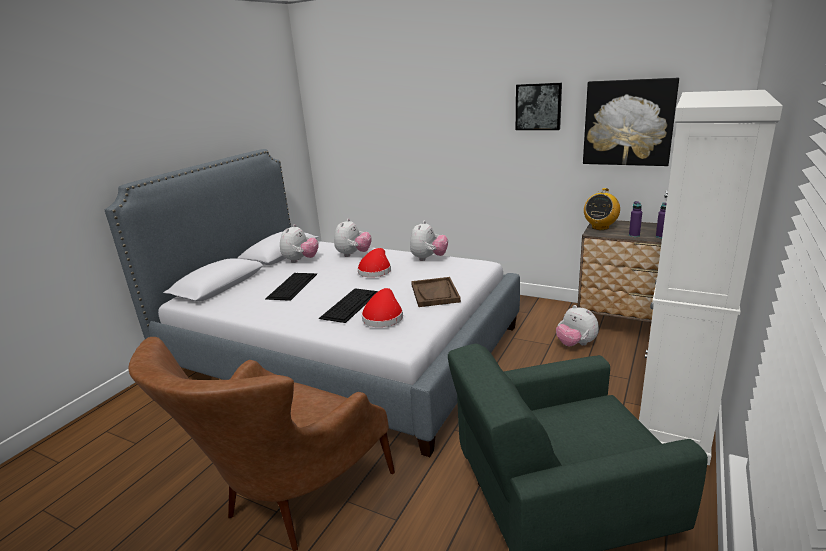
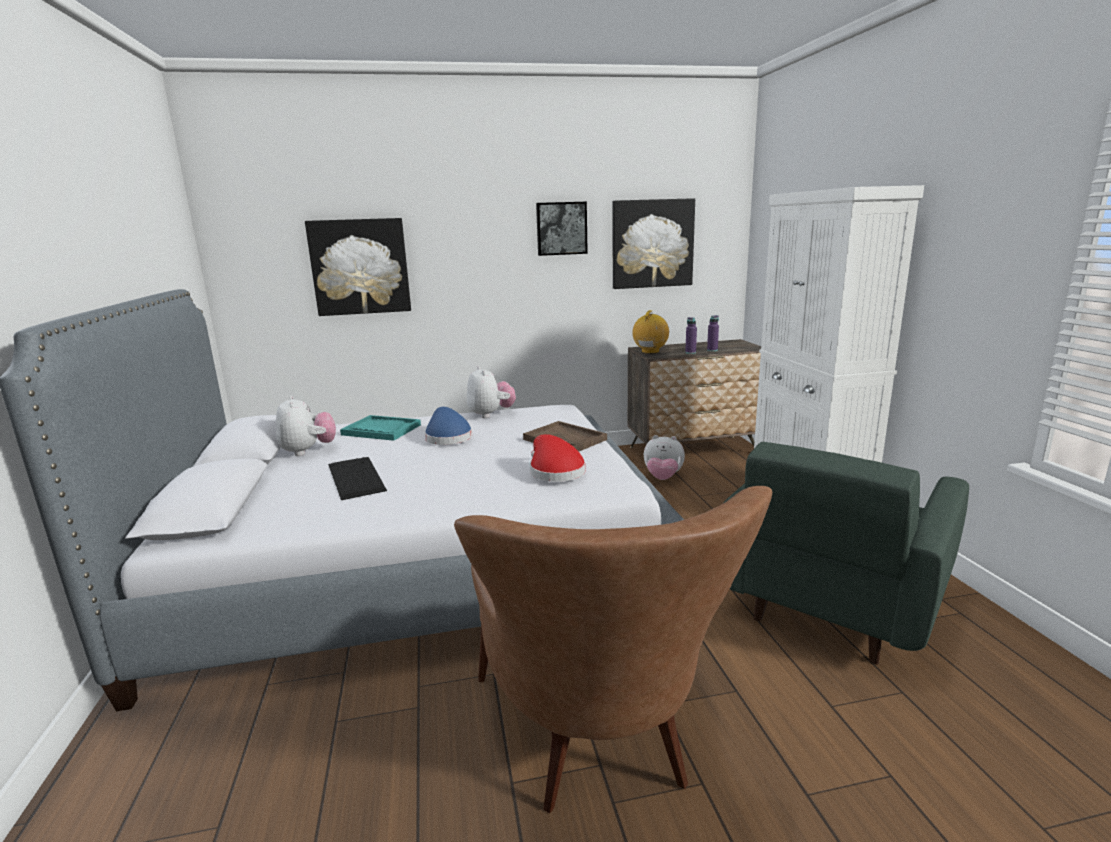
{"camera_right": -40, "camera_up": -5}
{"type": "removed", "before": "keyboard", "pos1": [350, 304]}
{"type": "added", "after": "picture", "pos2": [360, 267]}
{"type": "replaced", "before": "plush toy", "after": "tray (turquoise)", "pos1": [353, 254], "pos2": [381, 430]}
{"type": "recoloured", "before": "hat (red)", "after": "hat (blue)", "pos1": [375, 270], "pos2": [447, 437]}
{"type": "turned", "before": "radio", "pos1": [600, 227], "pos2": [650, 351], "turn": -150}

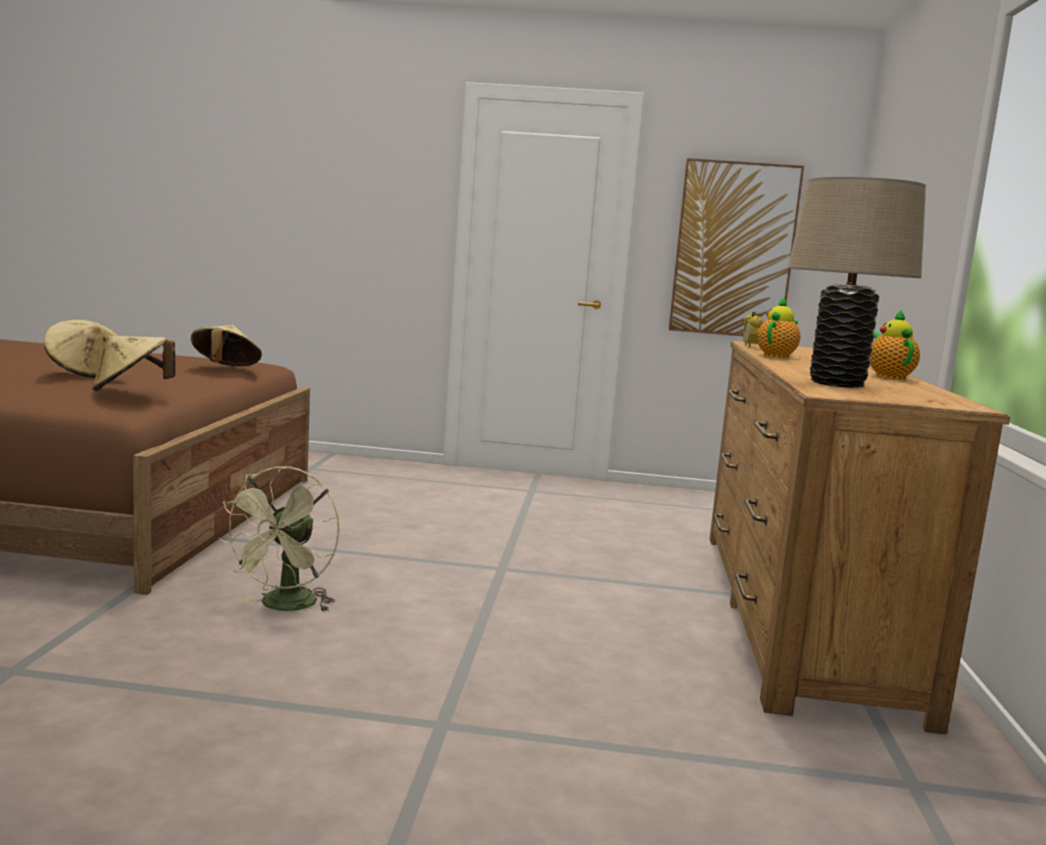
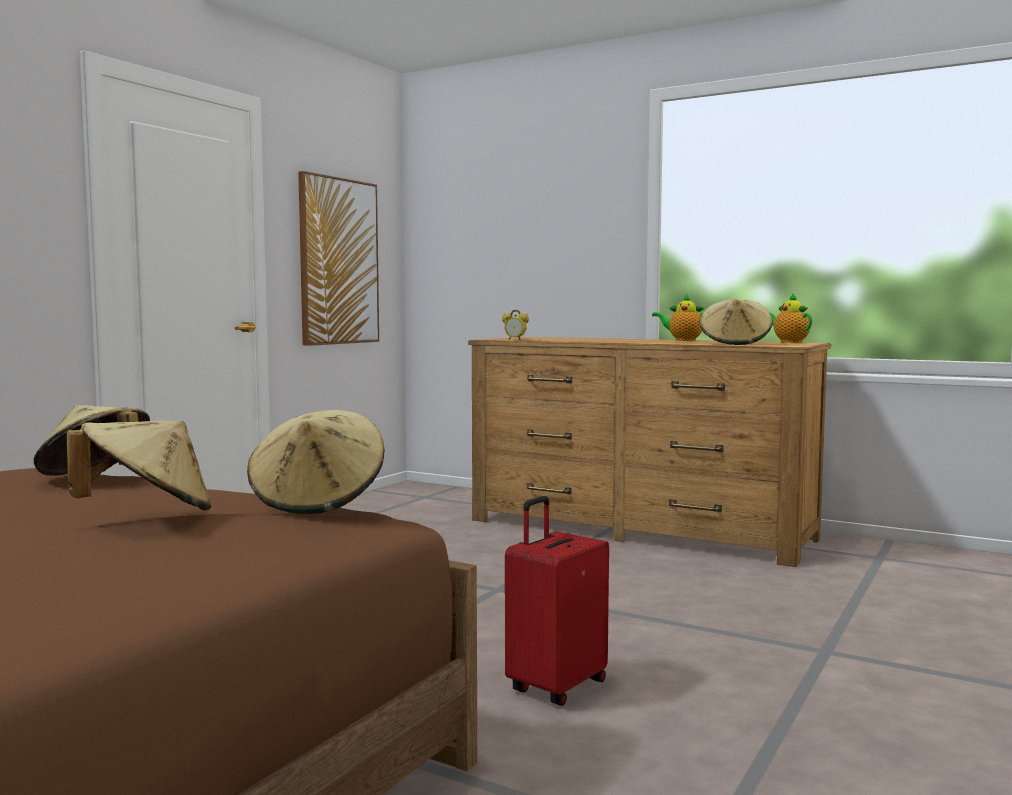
{"camera_right": -65, "camera_up": -5}
{"type": "moved", "before": "teapot", "pos1": [777, 356], "pos2": [789, 342]}
{"type": "replaced", "before": "fan (green)", "after": "suitcase (red)", "pos1": [285, 607], "pos2": [555, 686]}
{"type": "replaced", "before": "table lamp (beige)", "after": "hat (beige)", "pos1": [836, 383], "pos2": [735, 343]}

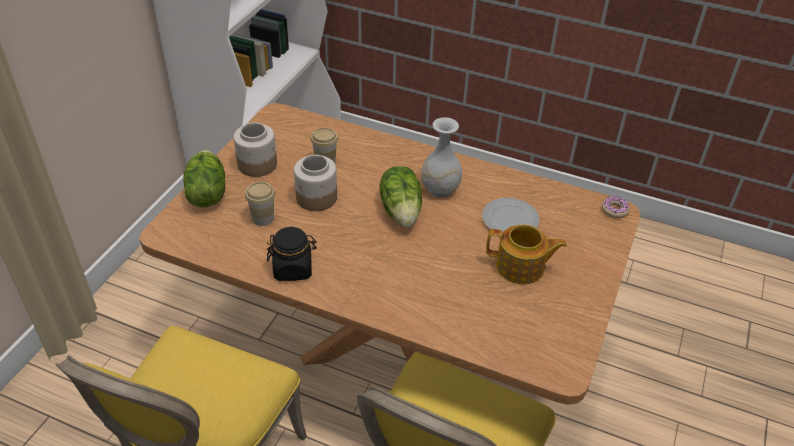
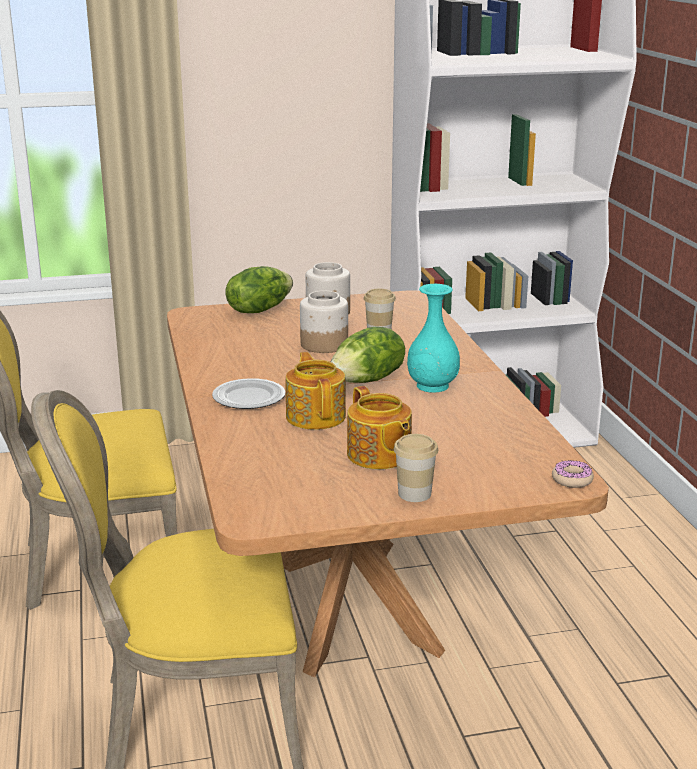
{"camera_right": 55, "camera_up": -20}
{"type": "removed", "before": "jar (black)", "pos1": [293, 268]}
{"type": "added", "after": "teapot", "pos2": [316, 416]}
{"type": "moved", "before": "cup", "pos1": [263, 218], "pos2": [414, 494]}
{"type": "moved", "before": "plate", "pos1": [510, 219], "pos2": [249, 398]}
{"type": "recoloured", "before": "vase (white)", "after": "vase (turquoise)", "pos1": [439, 189], "pos2": [432, 386]}

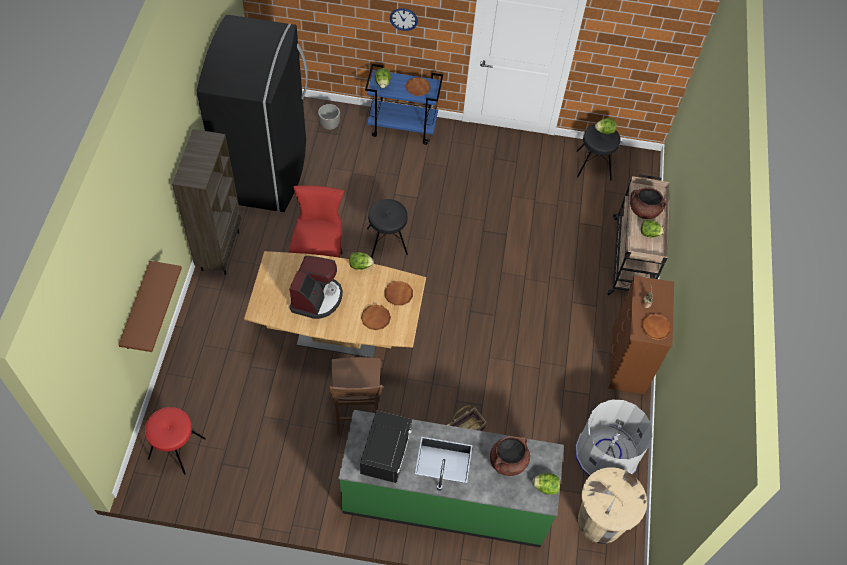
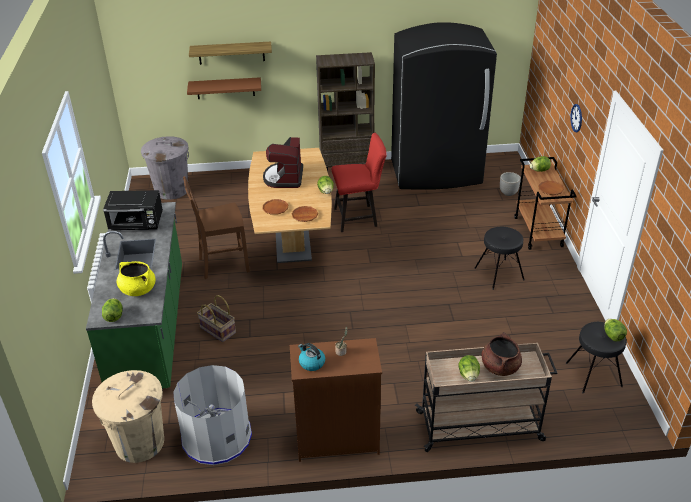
{"camera_right": 80, "camera_up": -20}
{"type": "added", "after": "shelf", "pos2": [231, 53]}
{"type": "moved", "before": "stool (black)", "pos1": [387, 241], "pos2": [499, 274]}
{"type": "replaced", "before": "stool (red)", "after": "trash can (grey)", "pos1": [176, 449], "pos2": [171, 190]}
{"type": "replaced", "before": "plate (brown)", "after": "kettle", "pos1": [655, 328], "pos2": [311, 363]}
{"type": "recoloured", "before": "cart (blue)", "after": "cart (brown)", "pos1": [403, 127], "pos2": [538, 232]}
{"type": "recoloured", "before": "cooking pot (brown)", "after": "cooking pot (yellow)", "pos1": [508, 461], "pos2": [138, 290]}
{"type": "turned", "before": "coffee machine", "pos1": [317, 298], "pos2": [284, 178], "turn": 90}

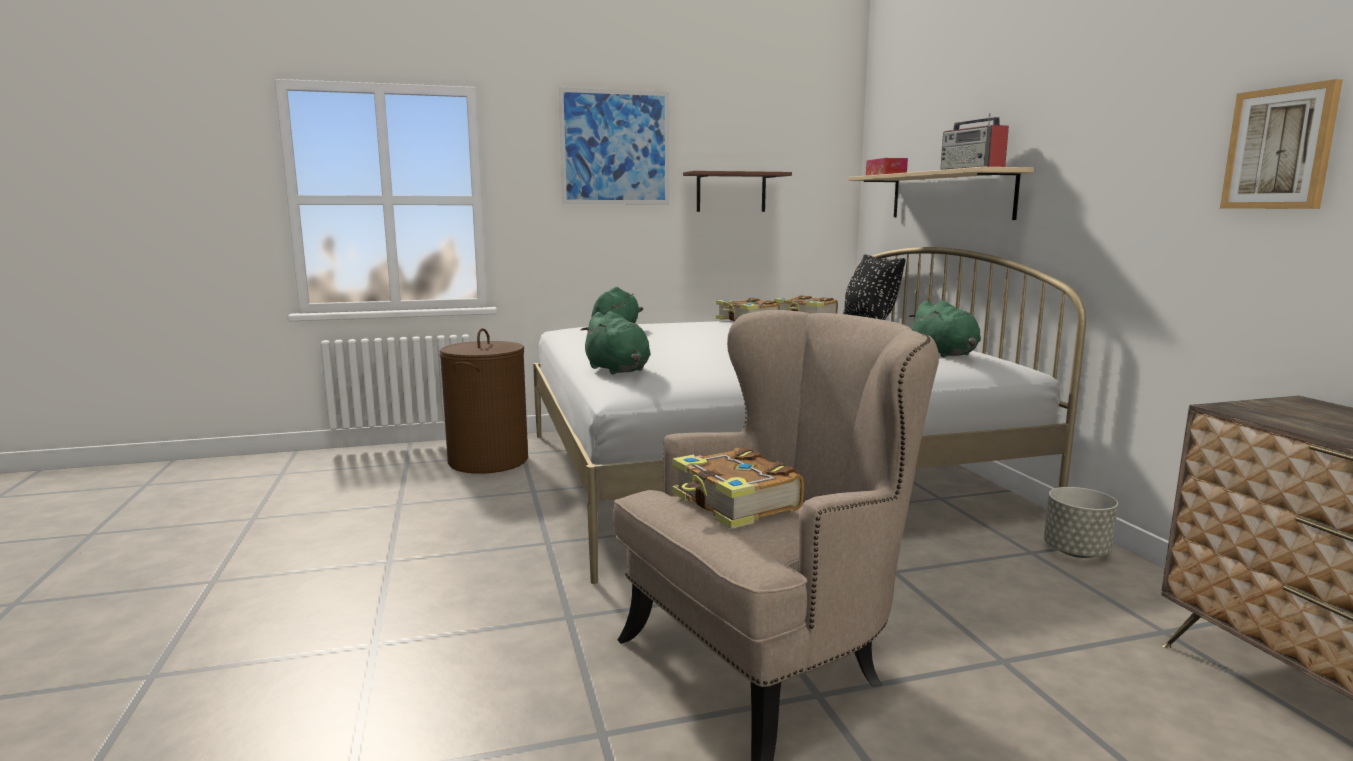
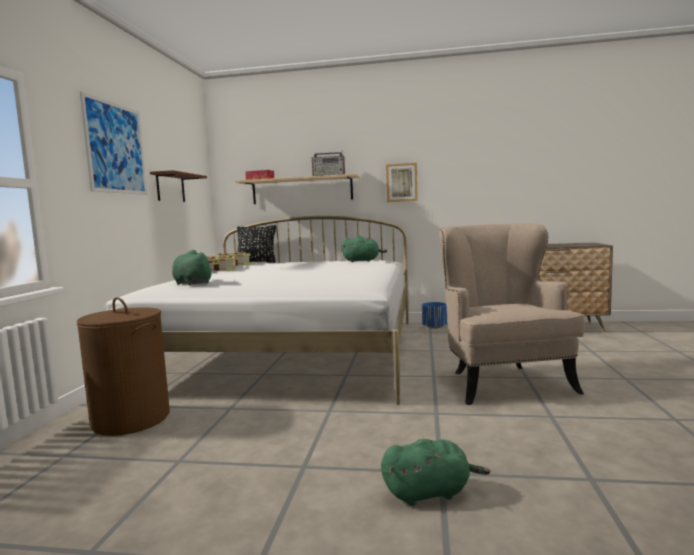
{"camera_right": -65, "camera_up": -5}
{"type": "removed", "before": "book", "pos1": [735, 504]}
{"type": "moved", "before": "plush toy (green)", "pos1": [618, 370], "pos2": [430, 492]}
{"type": "moved", "before": "picture", "pos1": [1280, 148], "pos2": [401, 182]}
{"type": "recoloured", "before": "planter (grey)", "after": "planter (blue)", "pos1": [1076, 552], "pos2": [434, 327]}

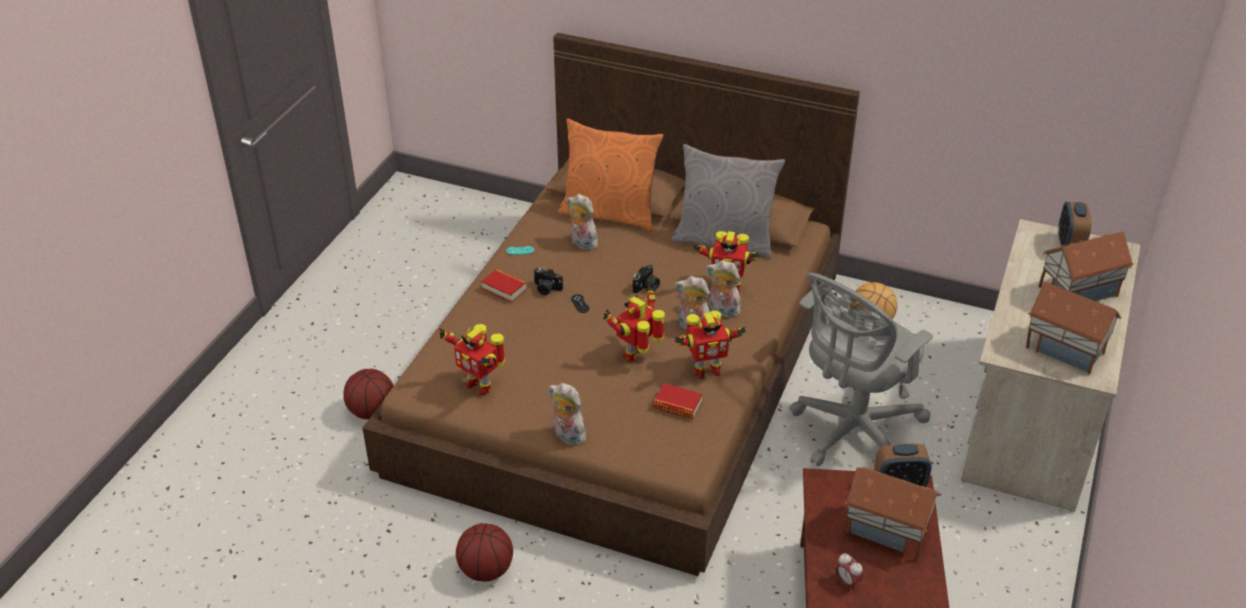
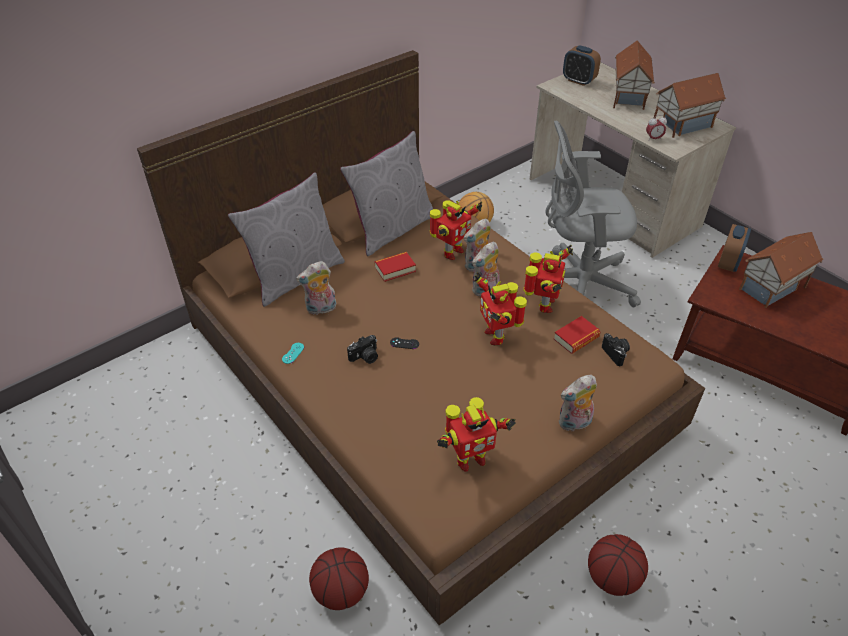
{"camera_right": -60, "camera_up": 5}
{"type": "moved", "before": "book", "pos1": [504, 289], "pos2": [395, 269]}
{"type": "moved", "before": "photo camera", "pos1": [646, 287], "pos2": [616, 354]}
{"type": "moved", "before": "alarm clock", "pos1": [847, 582], "pos2": [653, 139]}
{"type": "recoloured", "before": "pillow (orange)", "after": "pillow (grey)", "pos1": [609, 213], "pos2": [295, 275]}
{"type": "turned", "before": "office chair (grey)", "pos1": [852, 432], "pos2": [577, 283], "turn": 105}

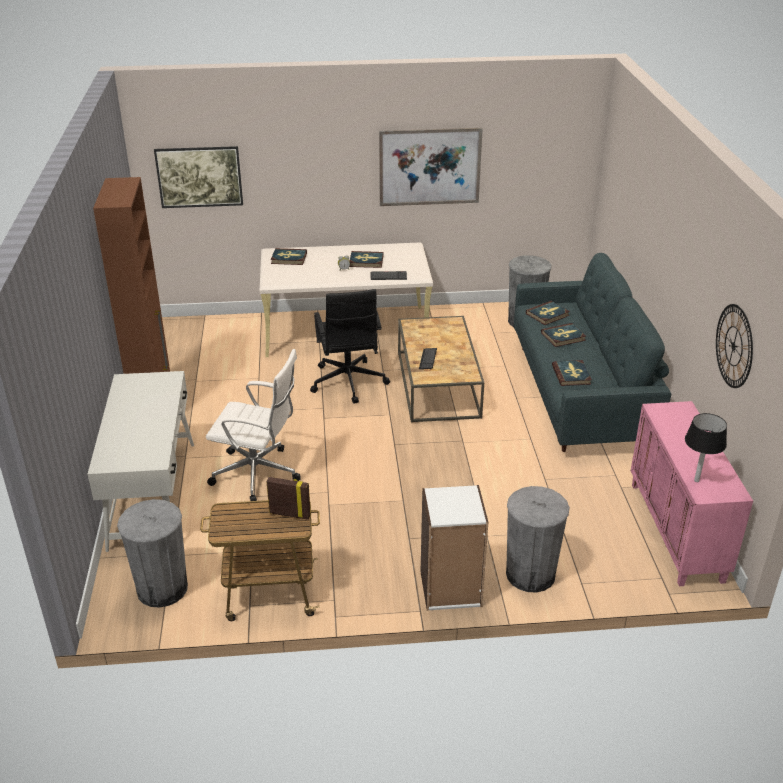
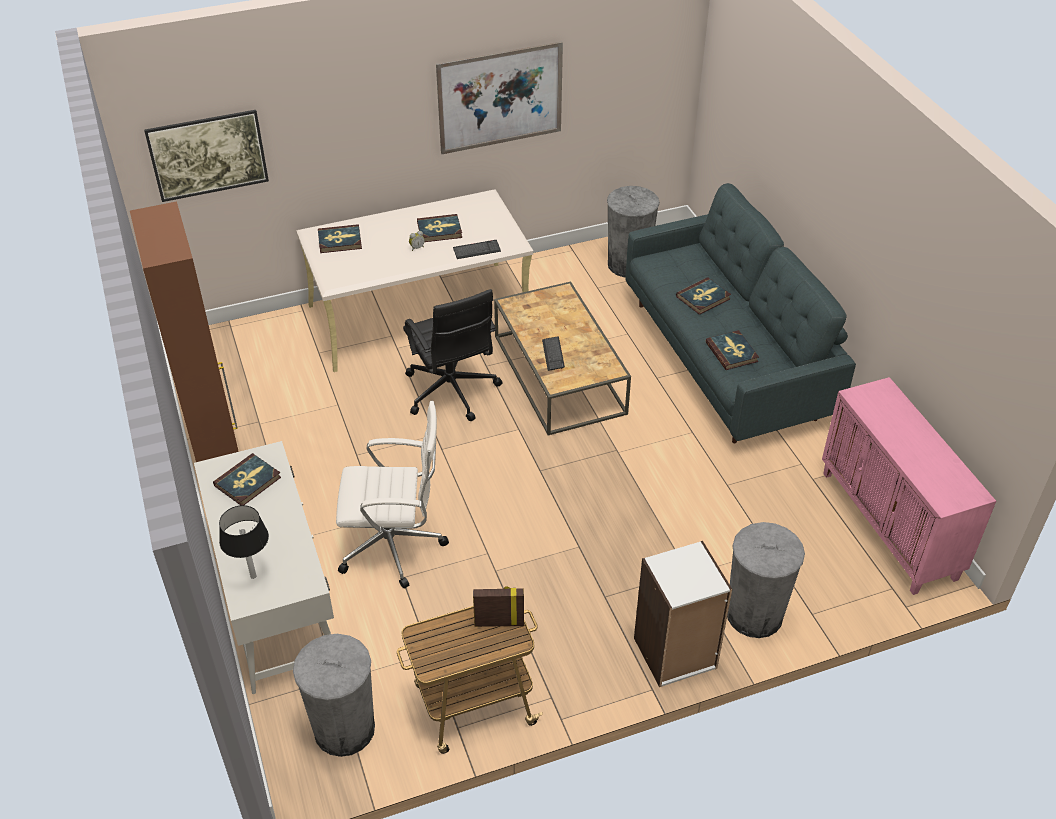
{"camera_right": -15, "camera_up": 10}
{"type": "removed", "before": "wall clock", "pos1": [733, 346]}
{"type": "moved", "before": "book", "pos1": [547, 314], "pos2": [248, 482]}
{"type": "moved", "before": "table lamp (black)", "pos1": [696, 480], "pos2": [253, 576]}

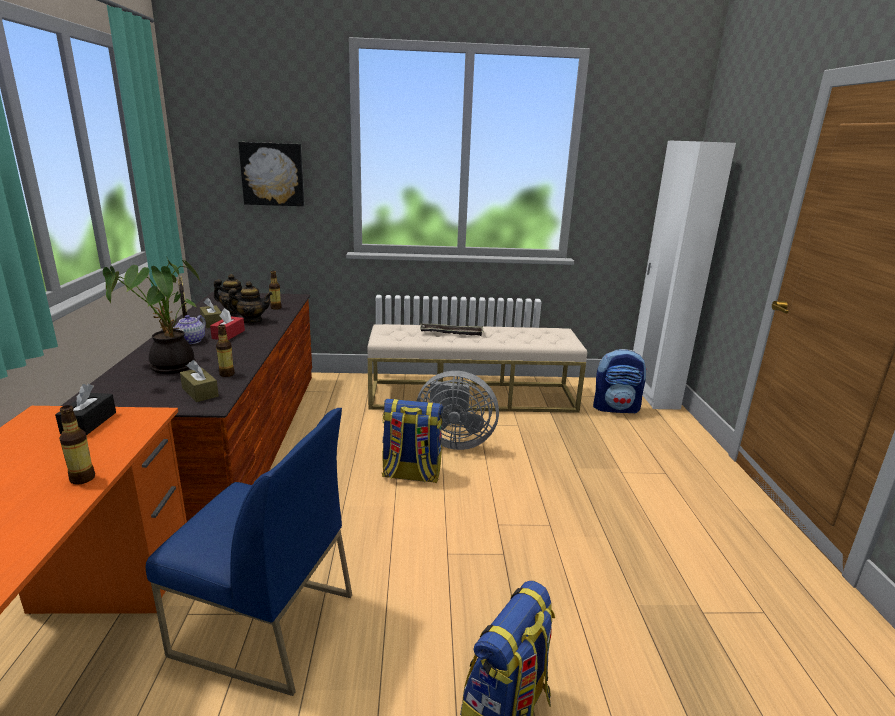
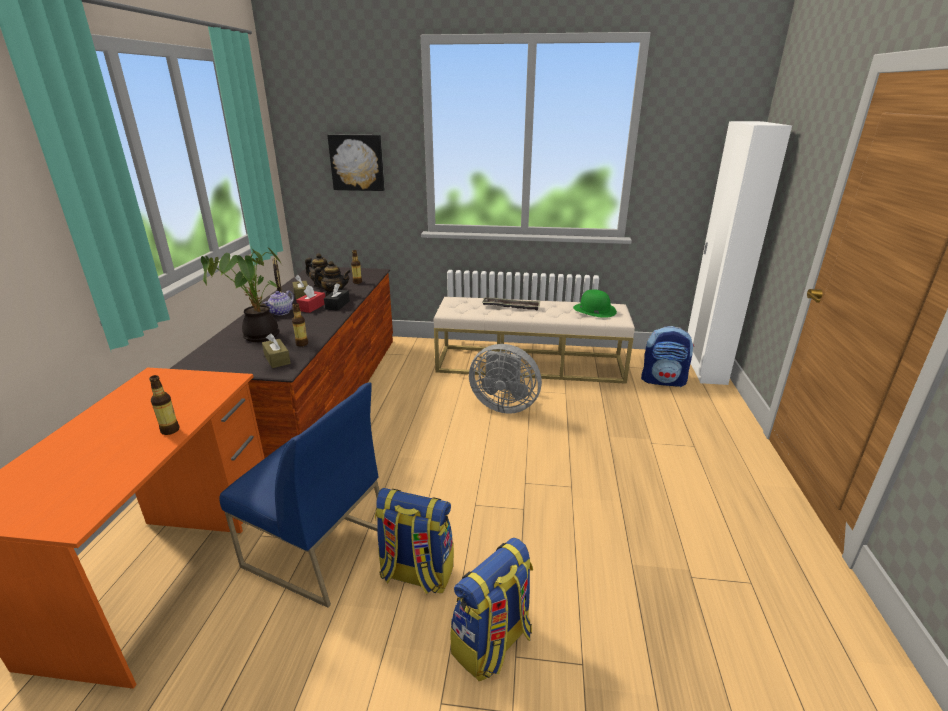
{"camera_right": 10, "camera_up": 5}
{"type": "added", "after": "hat (green)", "pos2": [594, 310]}
{"type": "moved", "before": "tissue box (black)", "pos1": [89, 423], "pos2": [337, 305]}
{"type": "moved", "before": "backpack", "pos1": [411, 474], "pos2": [416, 574]}

